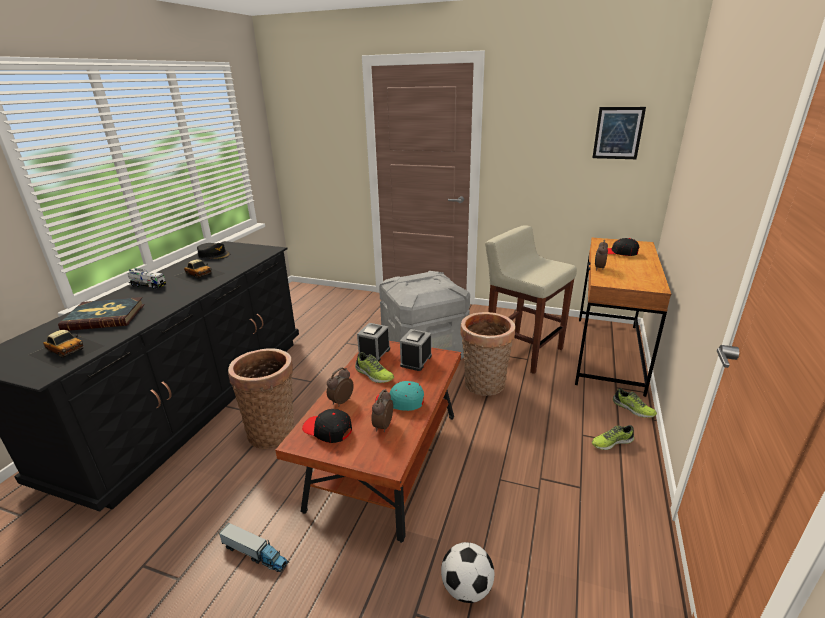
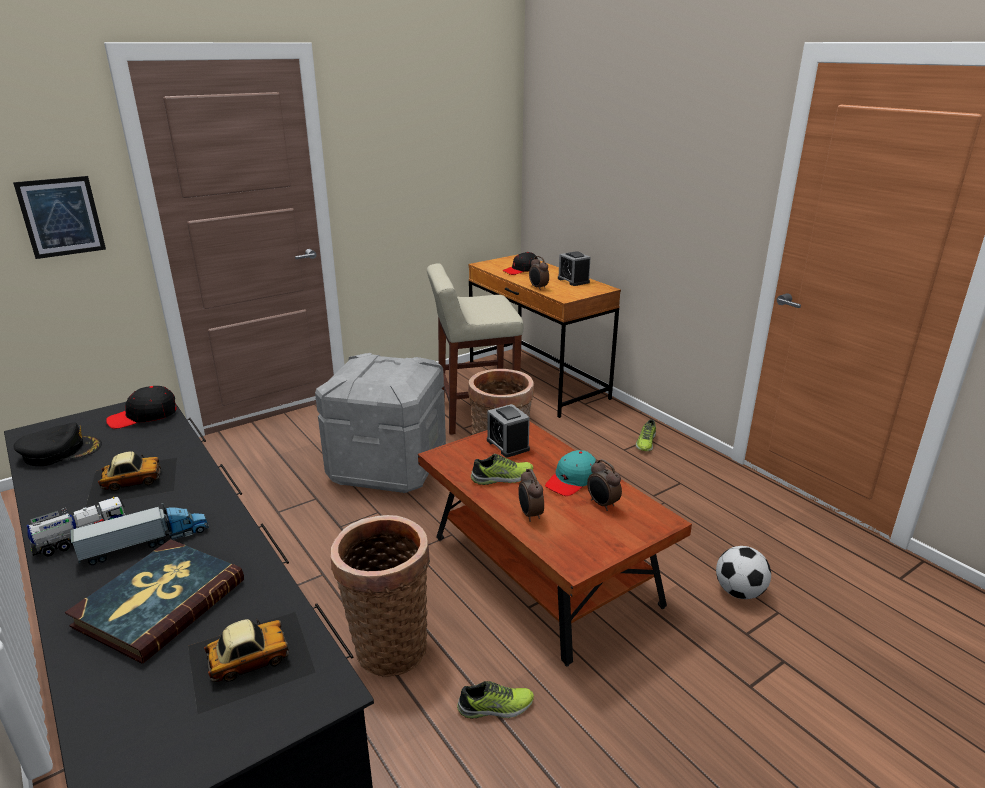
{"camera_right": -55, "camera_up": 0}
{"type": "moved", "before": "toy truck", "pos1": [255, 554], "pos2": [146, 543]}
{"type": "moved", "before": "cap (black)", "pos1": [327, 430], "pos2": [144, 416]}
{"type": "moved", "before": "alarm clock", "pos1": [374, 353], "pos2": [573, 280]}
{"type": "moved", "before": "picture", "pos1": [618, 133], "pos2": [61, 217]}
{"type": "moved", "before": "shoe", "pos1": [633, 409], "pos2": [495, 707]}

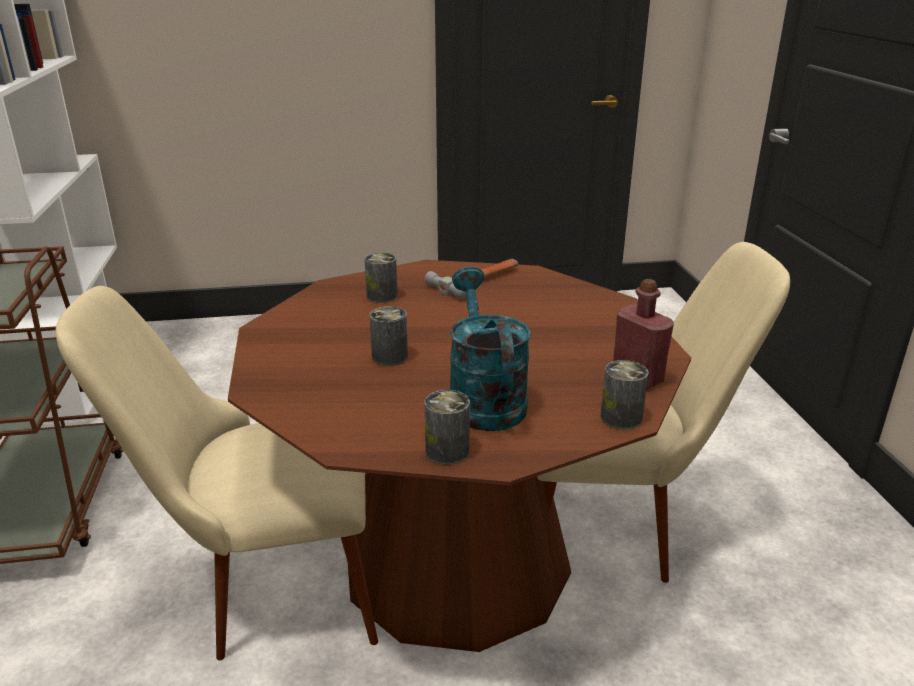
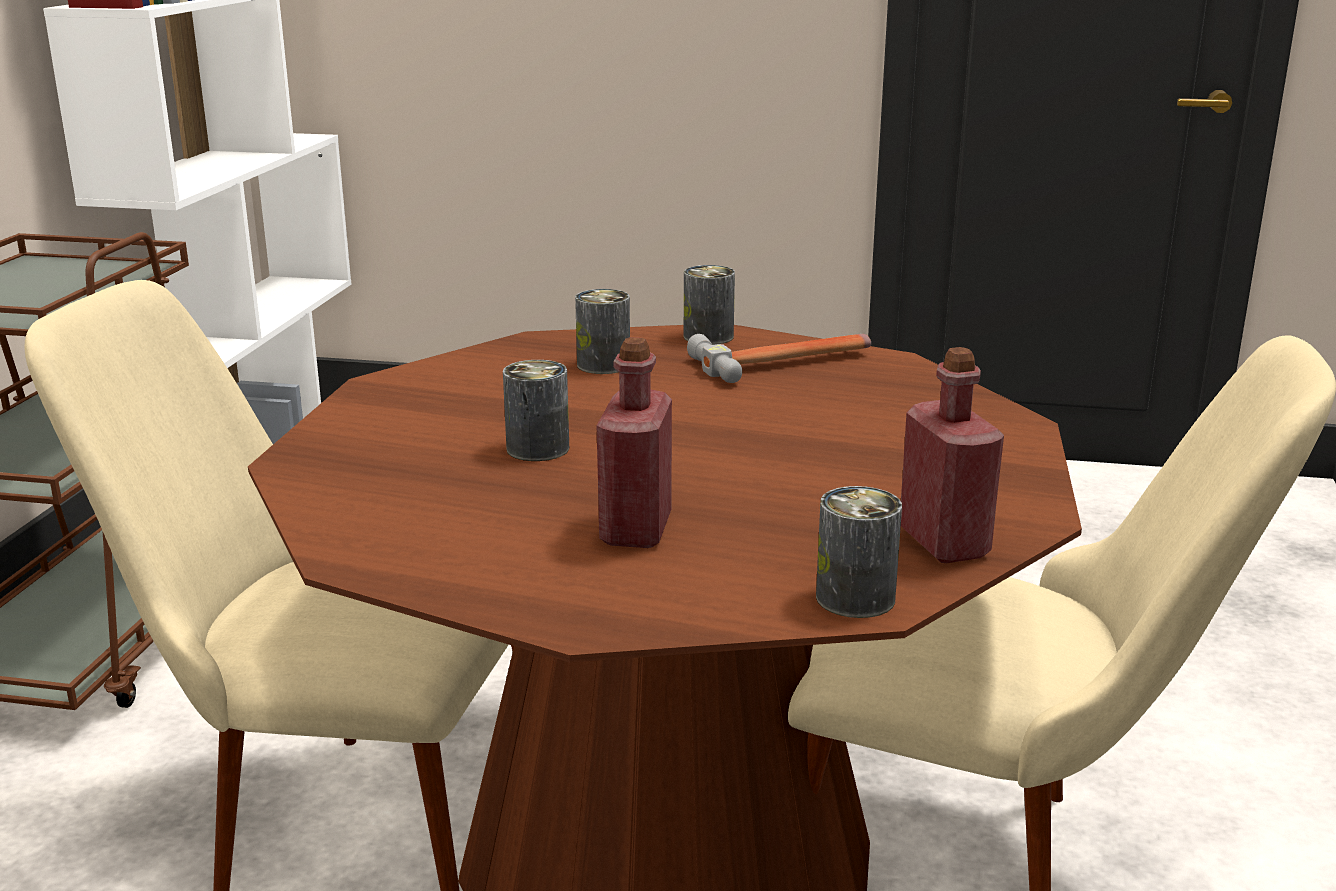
{"camera_right": 20, "camera_up": -5}
{"type": "moved", "before": "can", "pos1": [447, 451], "pos2": [708, 336]}
{"type": "replaced", "before": "watering can (turquoise)", "after": "bottle (red)", "pos1": [483, 398], "pos2": [636, 529]}

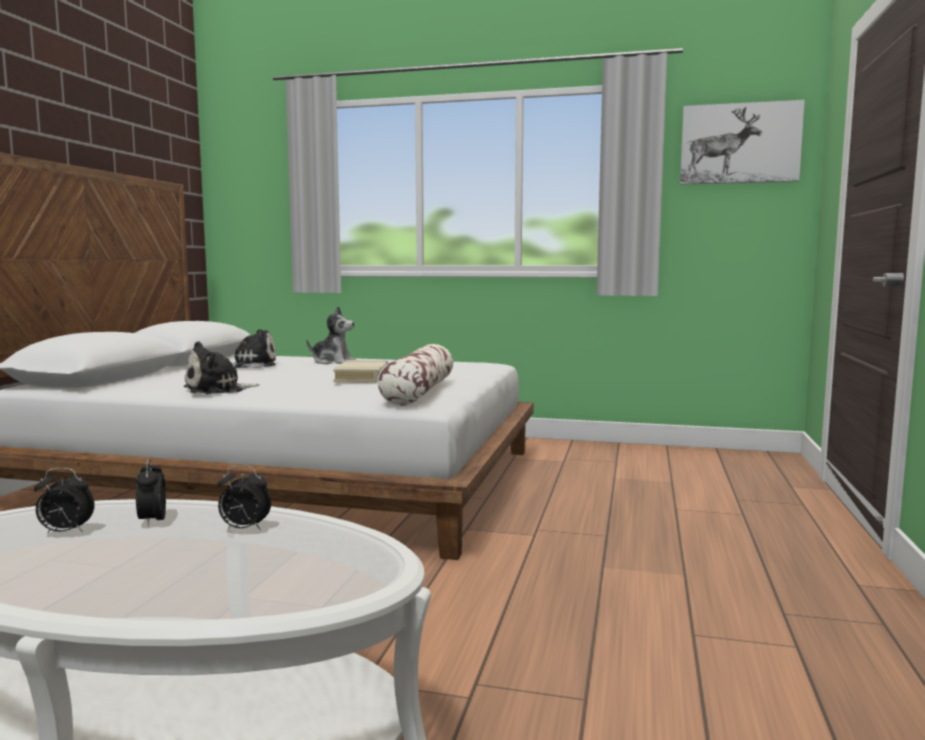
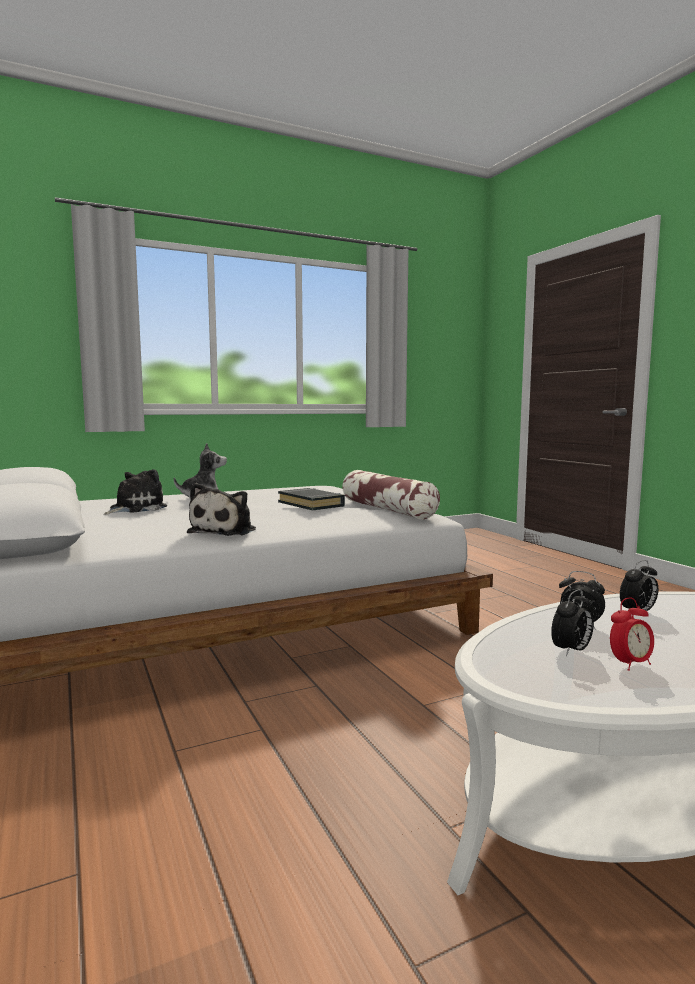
{"camera_right": -40, "camera_up": 0}
{"type": "removed", "before": "picture", "pos1": [739, 144]}
{"type": "added", "after": "alarm clock", "pos2": [630, 664]}
{"type": "recoloured", "before": "book (beige)", "after": "book (black)", "pos1": [362, 377], "pos2": [311, 504]}

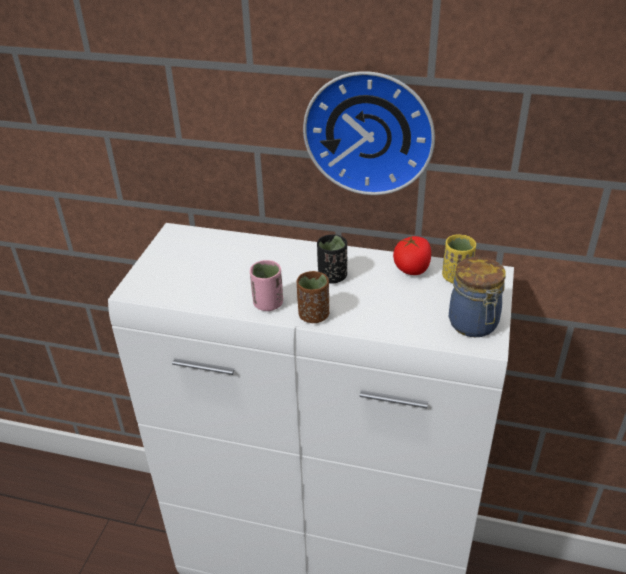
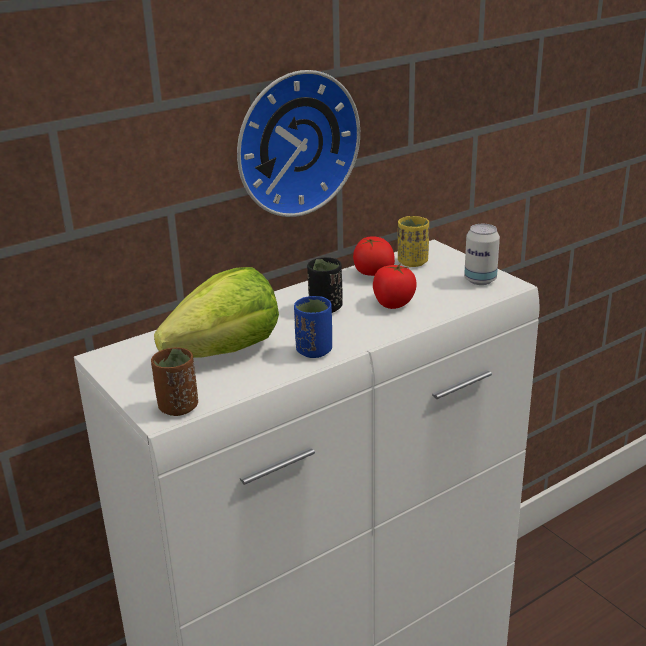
{"camera_right": -50, "camera_up": -10}
{"type": "added", "after": "lettuce", "pos2": [226, 351]}
{"type": "added", "after": "tomato", "pos2": [393, 303]}
{"type": "moved", "before": "cup (brown)", "pos1": [313, 315], "pos2": [178, 407]}
{"type": "replaced", "before": "jar", "after": "can", "pos1": [474, 325], "pos2": [480, 280]}
{"type": "recoloured", "before": "cup (pink)", "after": "cup (blue)", "pos1": [268, 304], "pos2": [314, 351]}

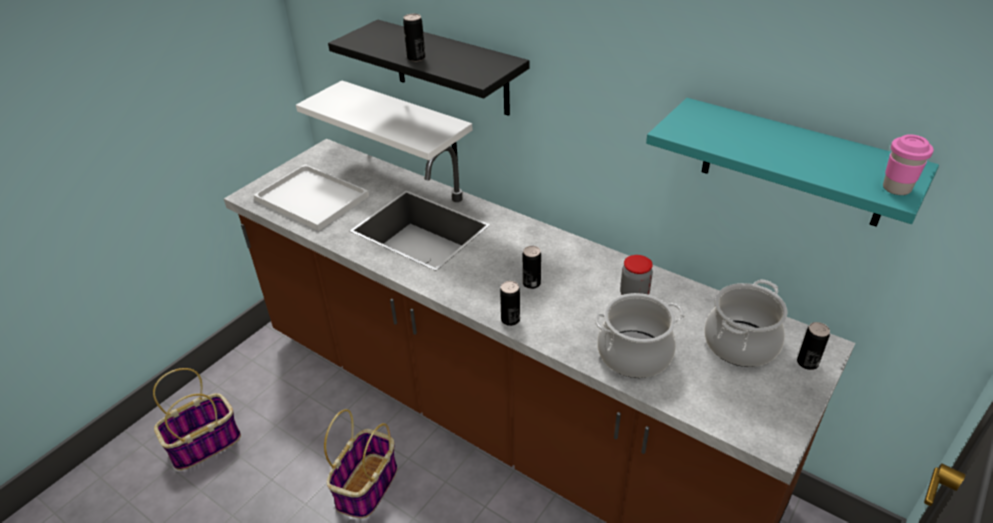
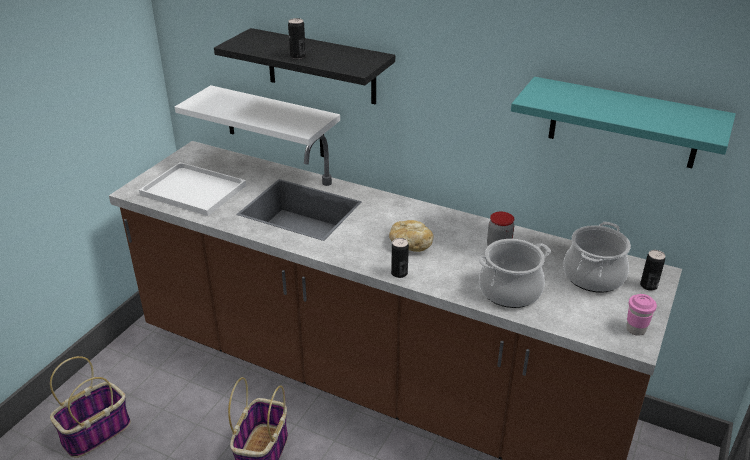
{"camera_right": -10, "camera_up": -5}
{"type": "moved", "before": "cup (pink)", "pos1": [896, 188], "pos2": [635, 329]}
{"type": "replaced", "before": "can", "after": "bread", "pos1": [531, 283], "pos2": [410, 244]}

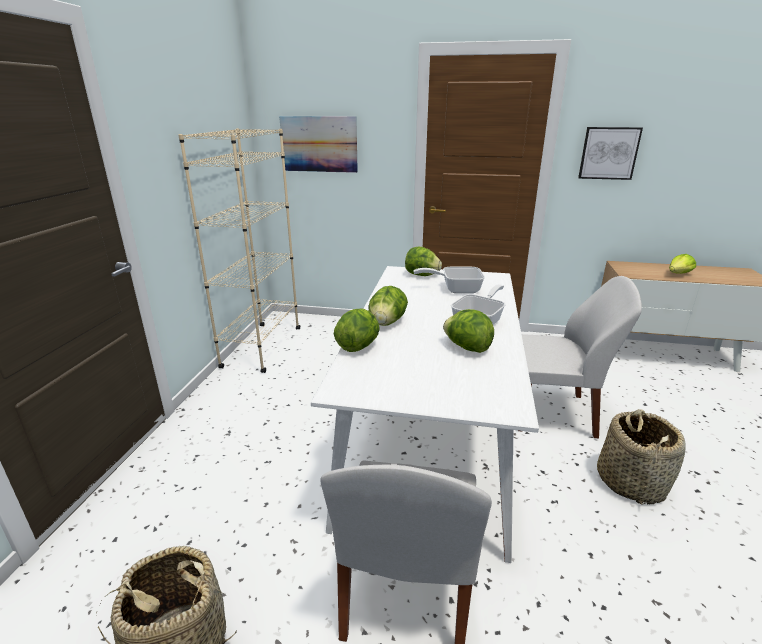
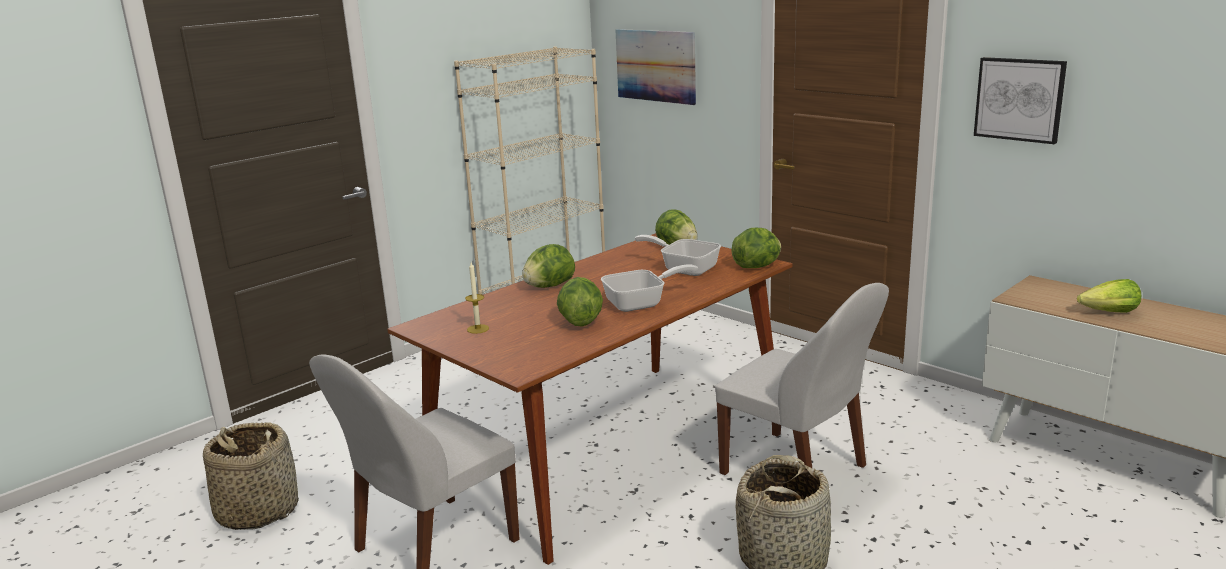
{"camera_right": 35, "camera_up": -5}
{"type": "added", "after": "candle", "pos2": [478, 329]}
{"type": "moved", "before": "lettuce", "pos1": [358, 346], "pos2": [757, 266]}
{"type": "recoloured", "before": "dining table (white)", "after": "dining table (brown)", "pos1": [430, 437], "pos2": [611, 448]}

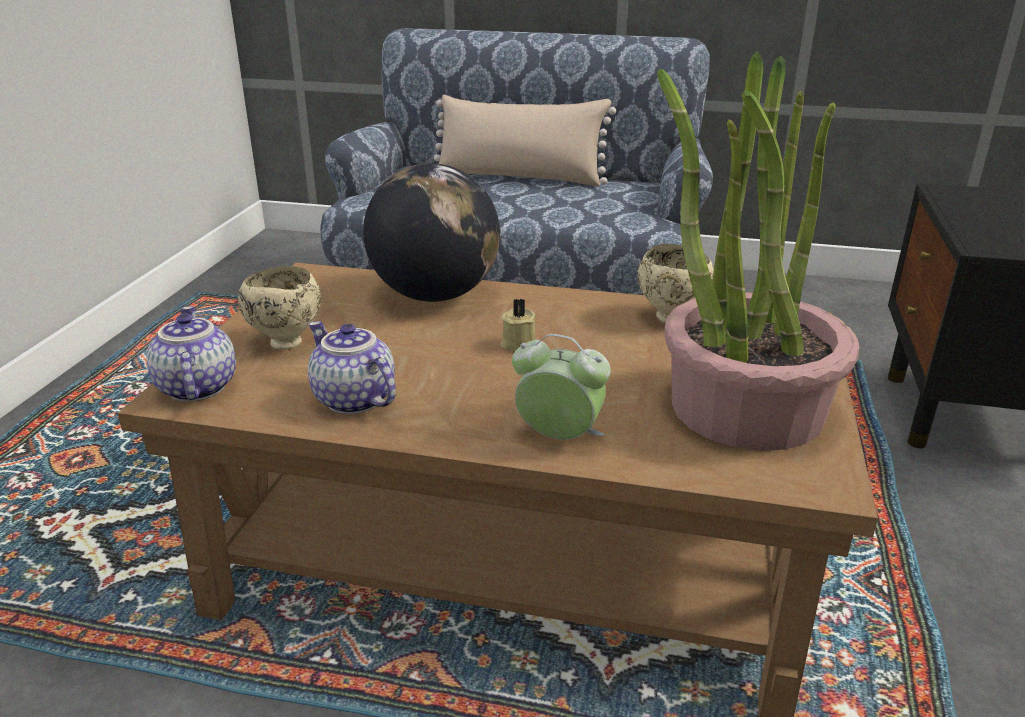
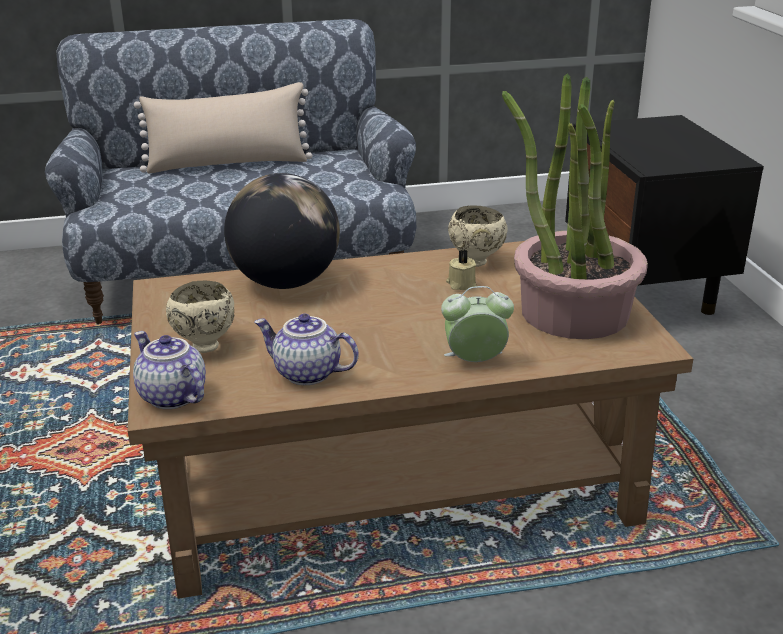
{"camera_right": -25, "camera_up": 0}
{"type": "moved", "before": "candle (beige)", "pos1": [518, 344], "pos2": [461, 284]}

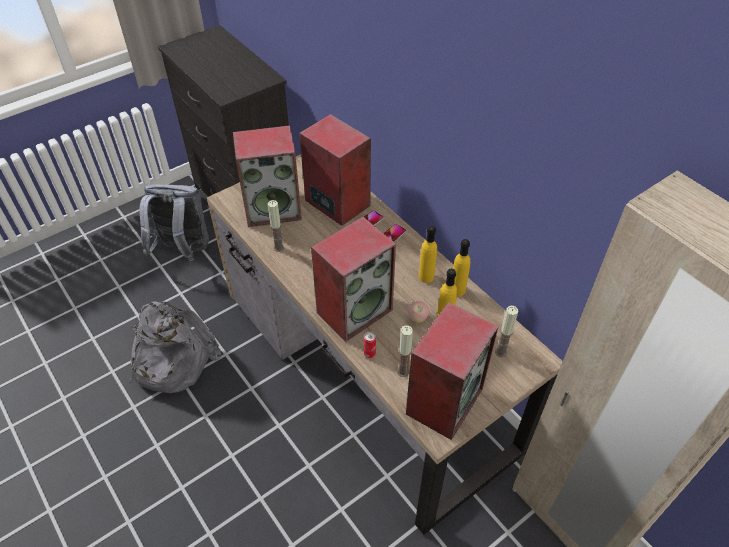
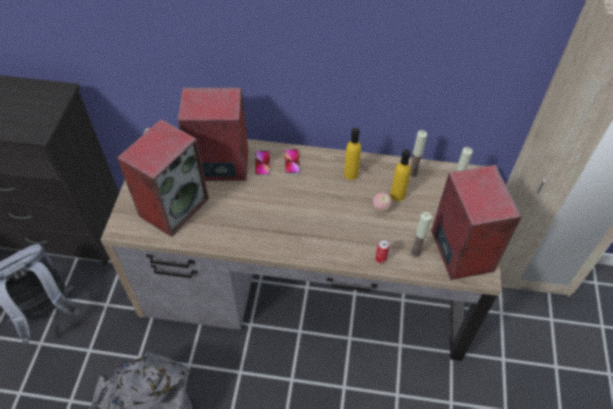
{"camera_right": -45, "camera_up": 5}
{"type": "removed", "before": "speaker", "pos1": [354, 310]}
{"type": "removed", "before": "bottle (yellow)", "pos1": [457, 290]}
{"type": "moved", "before": "candle", "pos1": [279, 247], "pos2": [413, 173]}

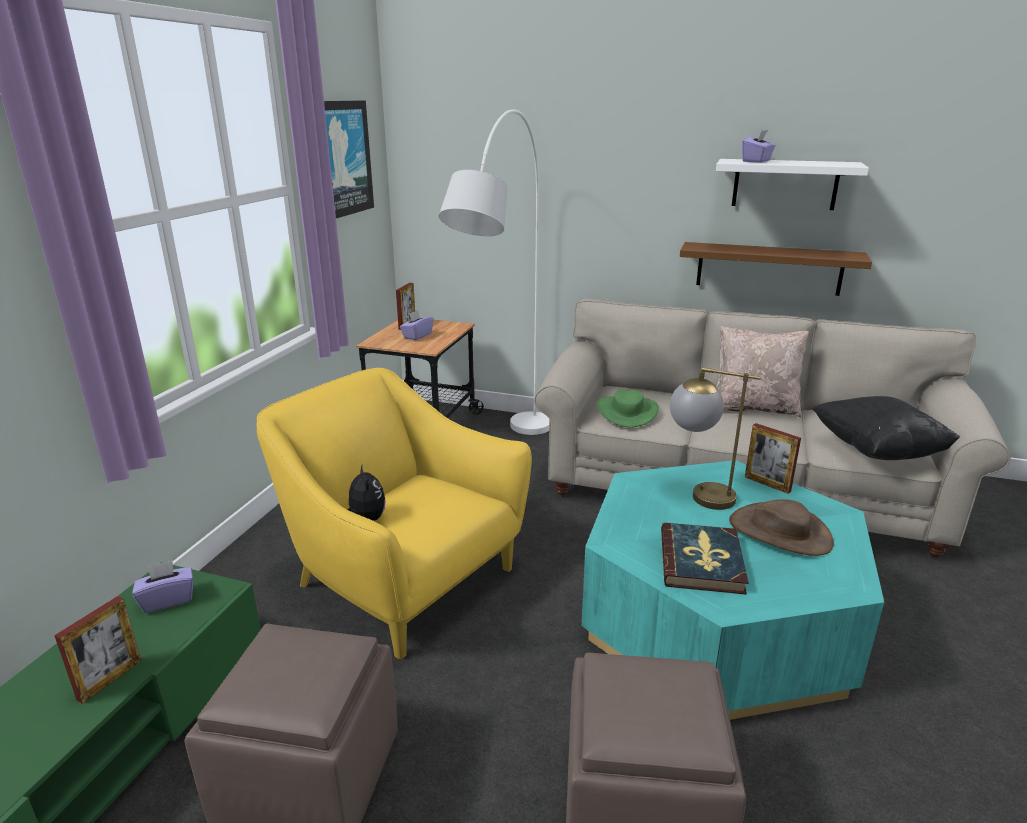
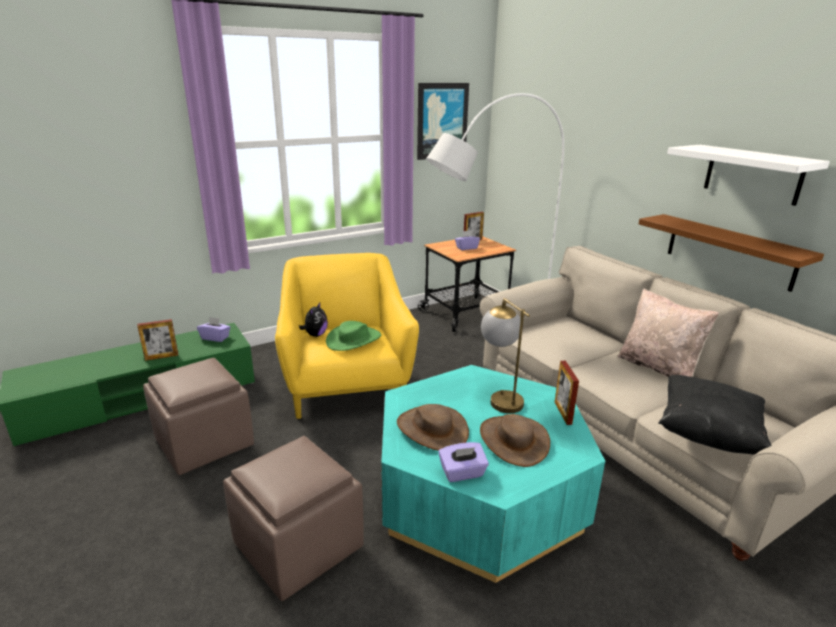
{"camera_right": 40, "camera_up": 0}
{"type": "moved", "before": "hat (green)", "pos1": [627, 412], "pos2": [354, 339]}
{"type": "moved", "before": "tissue box (purple)", "pos1": [756, 161], "pos2": [462, 473]}
{"type": "replaced", "before": "book", "after": "hat (brown)", "pos1": [702, 562], "pos2": [432, 429]}

